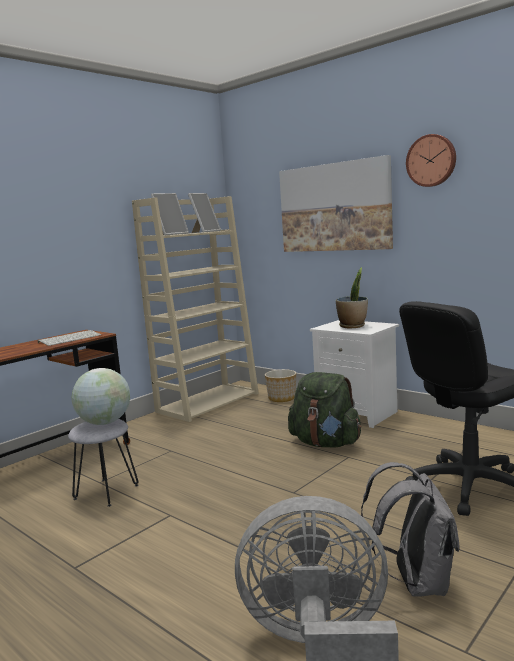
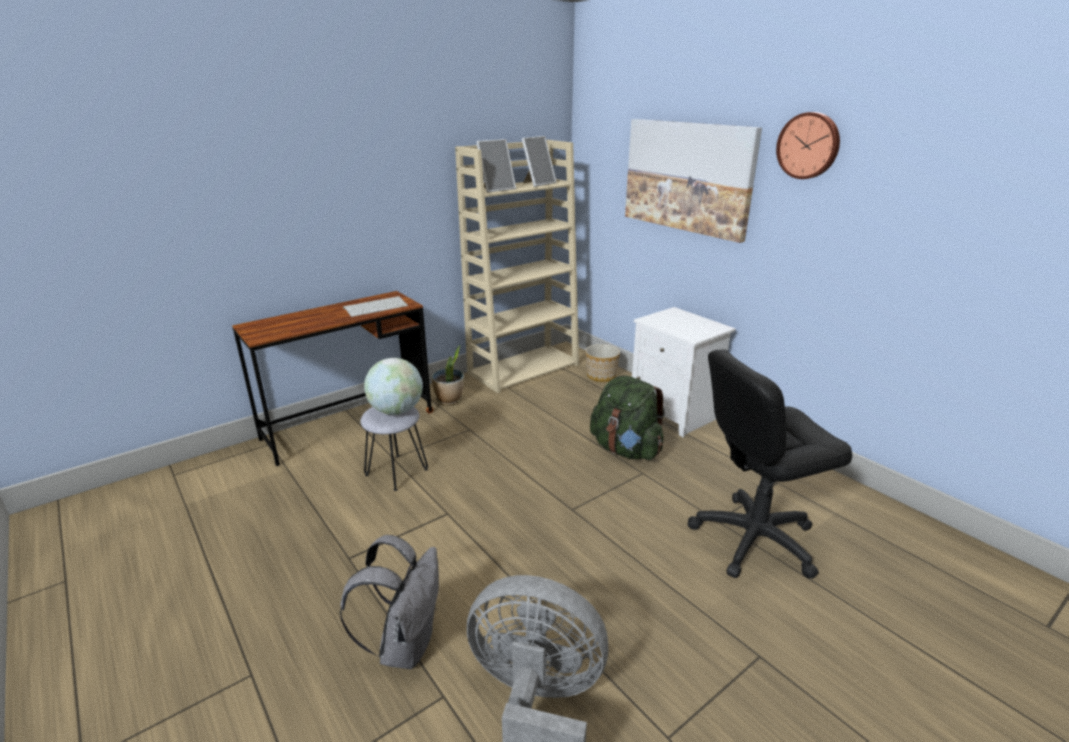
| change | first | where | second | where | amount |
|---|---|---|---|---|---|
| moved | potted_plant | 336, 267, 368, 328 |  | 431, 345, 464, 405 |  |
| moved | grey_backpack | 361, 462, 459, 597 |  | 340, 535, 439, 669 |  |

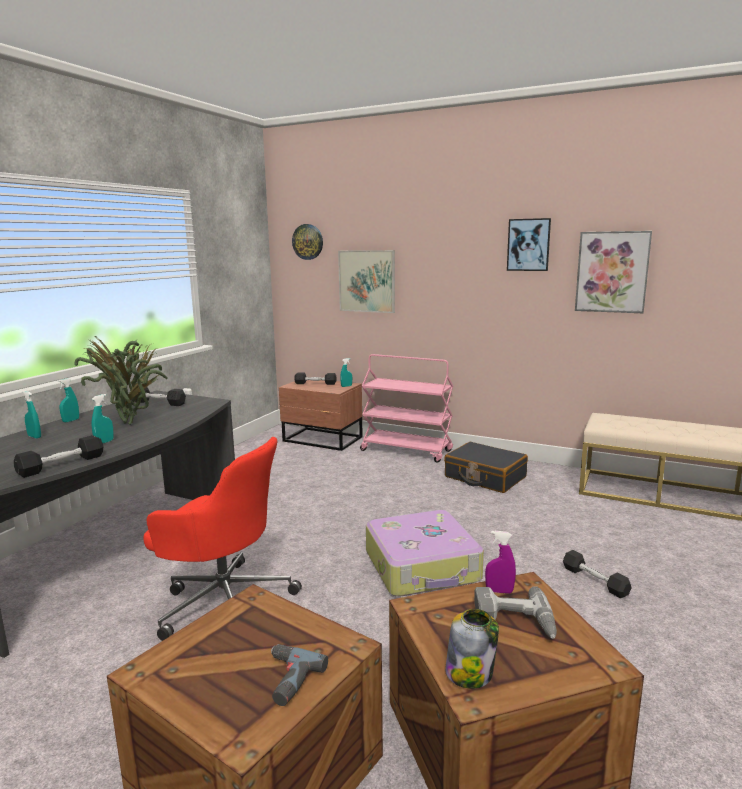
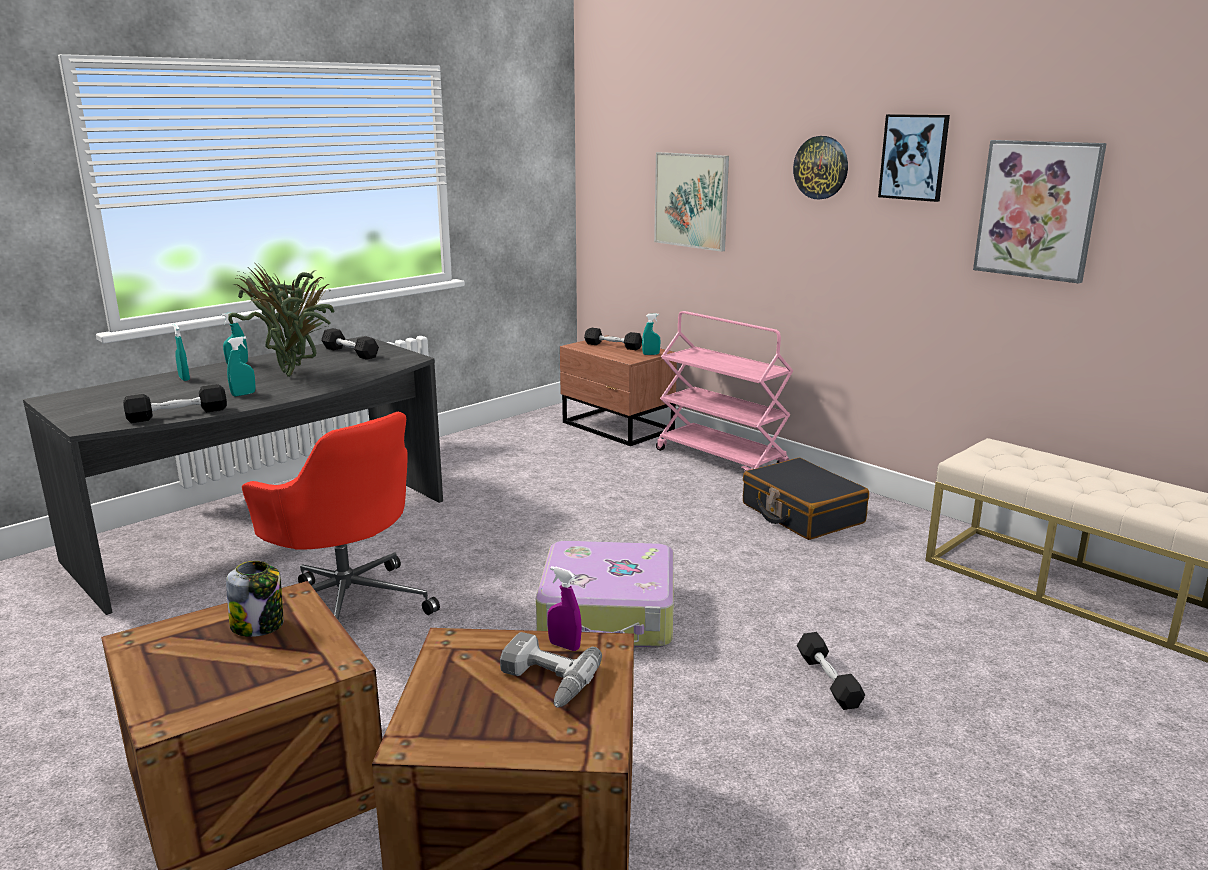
| change | first | where | second | where | amount |
|---|---|---|---|---|---|
| moved | wall_clock | 292, 224, 323, 260 |  | 793, 136, 848, 200 |  |
| moved | jar | 445, 609, 499, 689 |  | 226, 561, 283, 637 |  |
| removed | power_drill | 271, 644, 328, 706 |  |  |  |

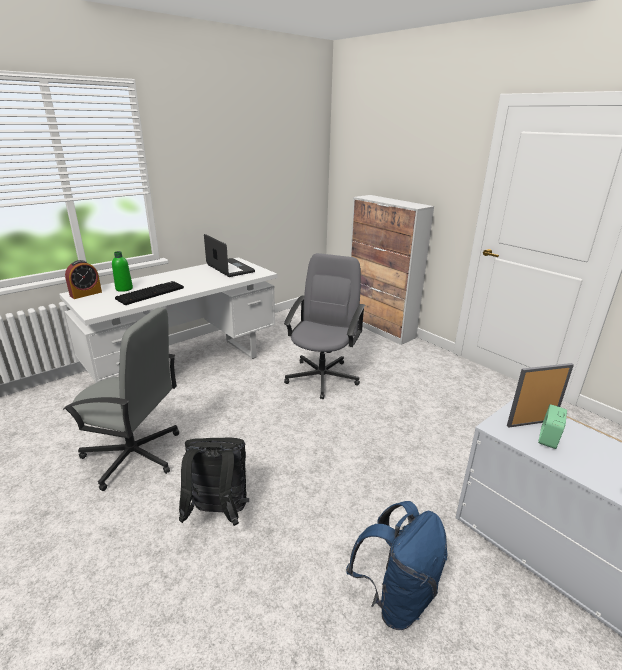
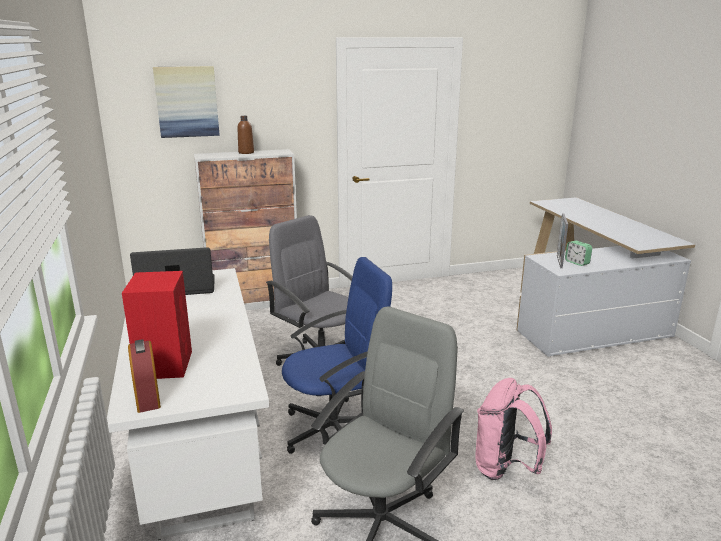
| change | first | where | second | where | amount |
|---|---|---|---|---|---|
| replaced | green_bottle | 112, 251, 133, 292 | red_speaker | 122, 271, 192, 379 |  |
| removed | keyboard | 115, 281, 184, 305 |  |  |  |
| recoloured | black_backpack | 179, 437, 249, 526 | pink_backpack | 475, 378, 552, 480 |  |
| removed | blue_backpack | 346, 501, 448, 630 |  |  |  |
| added |  |  | picture | 153, 66, 220, 138 |  |
| added |  |  | brown_bottle | 237, 116, 254, 154 |  |
| added |  |  | blue_office_chair | 282, 257, 392, 454 |  |

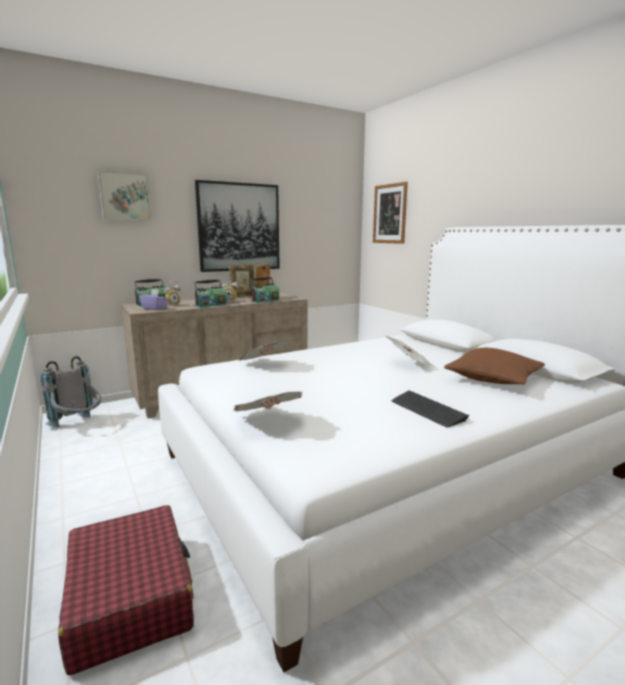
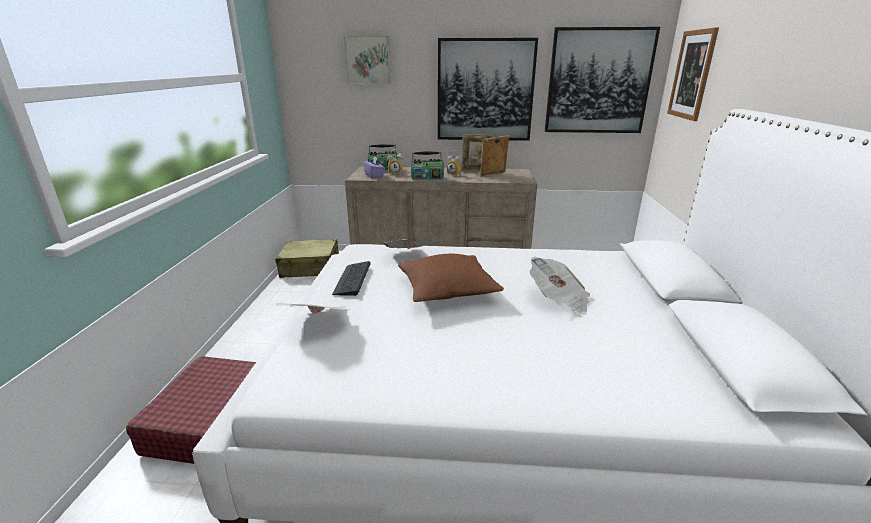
| change | first | where | second | where | amount |
|---|---|---|---|---|---|
| removed | radio | 251, 277, 279, 303 |  |  |  |
| moved | brown_pillow | 444, 348, 545, 384 |  | 398, 254, 504, 302 |  |
| replaced | grey_backpack | 41, 356, 101, 427 | beige_suitcase | 275, 239, 339, 278 |  |
| moved | keyboard | 392, 390, 469, 427 |  | 332, 261, 371, 296 |  |
| added |  |  | picture | 545, 27, 660, 133 |  |

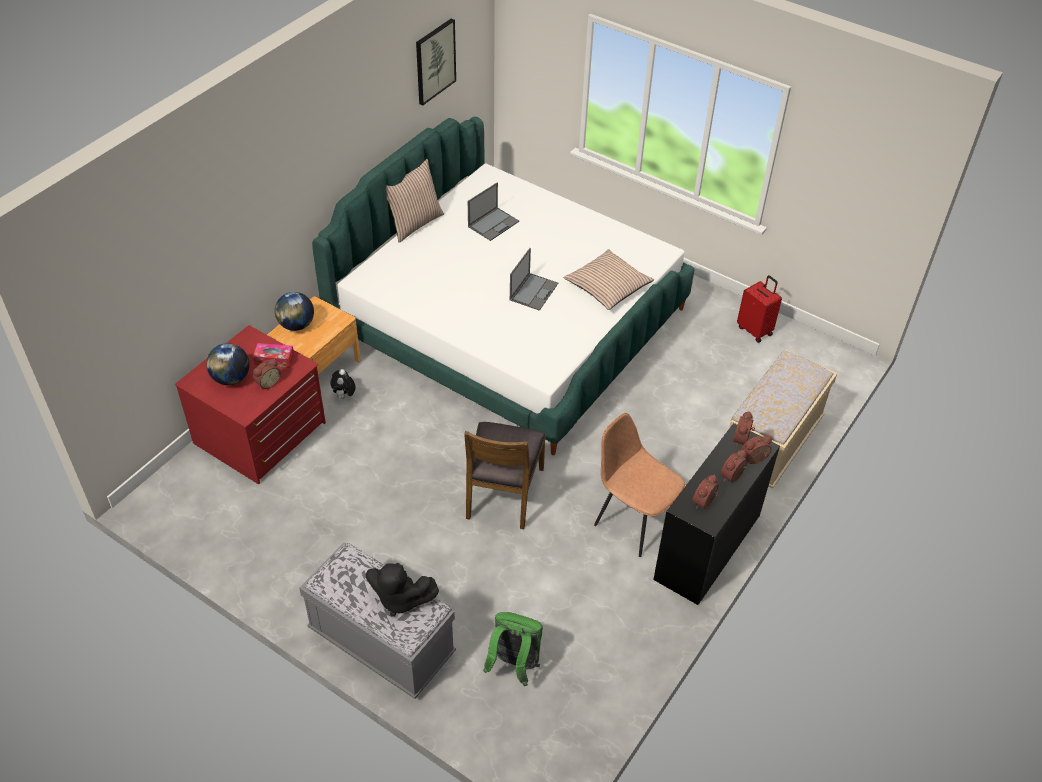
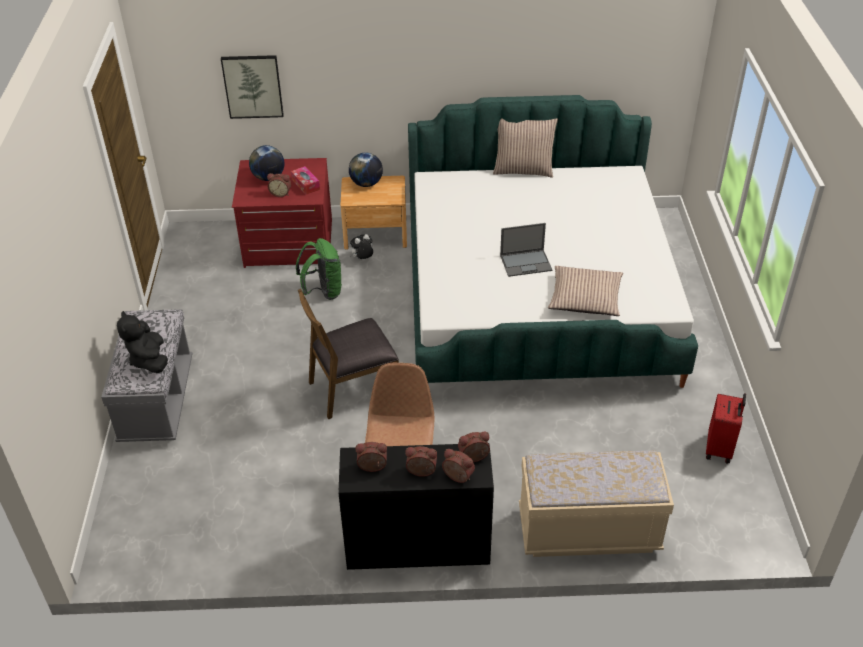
| change | first | where | second | where | amount |
|---|---|---|---|---|---|
| moved | picture | 416, 18, 456, 105 |  | 221, 55, 284, 119 |  |
| removed | laptop | 468, 182, 519, 241 |  |  |  |
| moved | green_backpack | 483, 612, 543, 686 |  | 296, 238, 342, 300 |  |

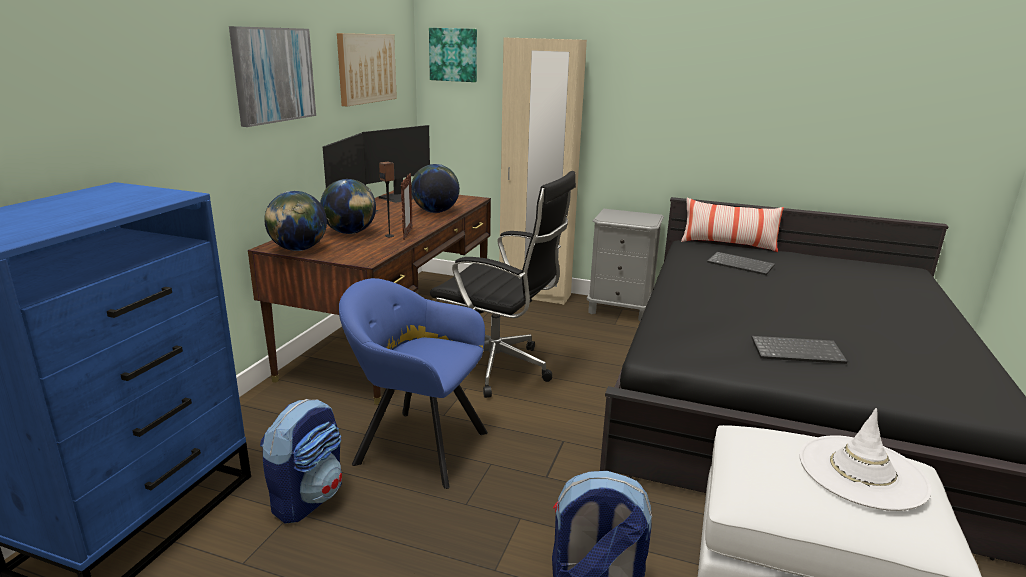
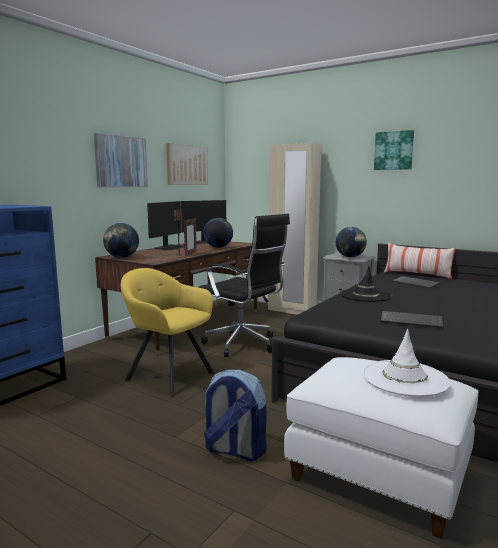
| change | first | where | second | where | amount |
|---|---|---|---|---|---|
| moved | picture | 429, 28, 477, 82 |  | 374, 130, 414, 170 |  |
| moved | globe | 320, 179, 376, 234 |  | 336, 227, 367, 258 |  |
| recoloured | blue_armchair | 339, 278, 488, 489 | yellow_armchair | 121, 268, 215, 397 |  |
| removed | backpack | 260, 399, 342, 523 |  |  |  |
| added |  |  | black_hat | 340, 266, 392, 302 |  |

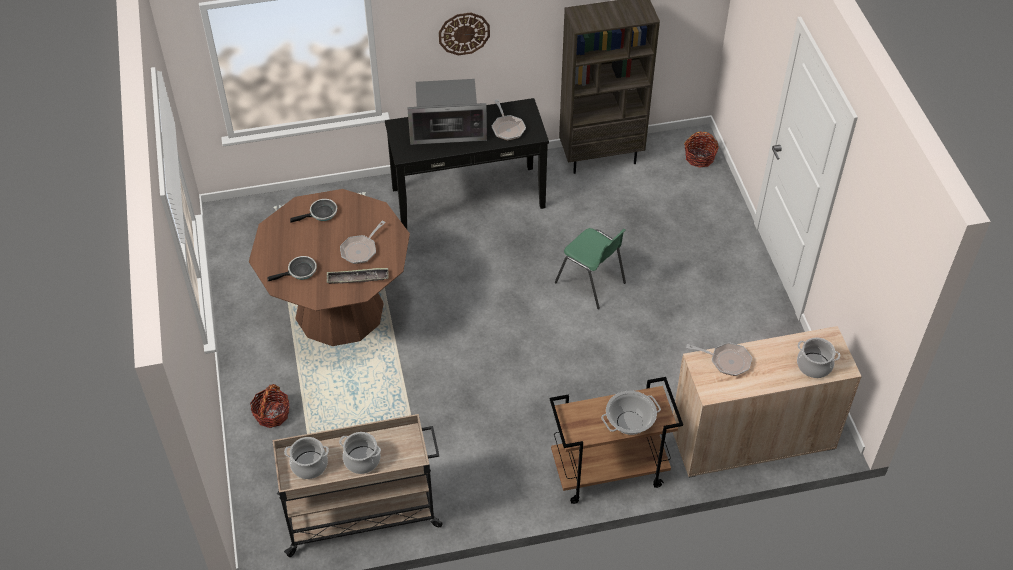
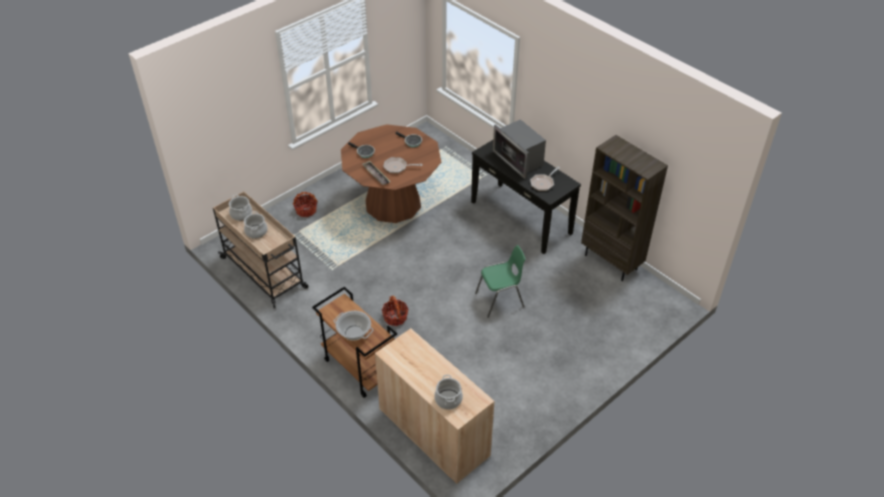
| change | first | where | second | where | amount |
|---|---|---|---|---|---|
| removed | wall_clock | 439, 12, 490, 56 |  |  |  |
| moved | basket | 684, 132, 719, 168 |  | 382, 296, 408, 326 |  |
| turned | green_chair | 555, 228, 626, 309 |  | 475, 245, 525, 318 | 120 degrees counterclockwise |
| removed | frying_pan | 686, 342, 752, 376 |  |  |  |

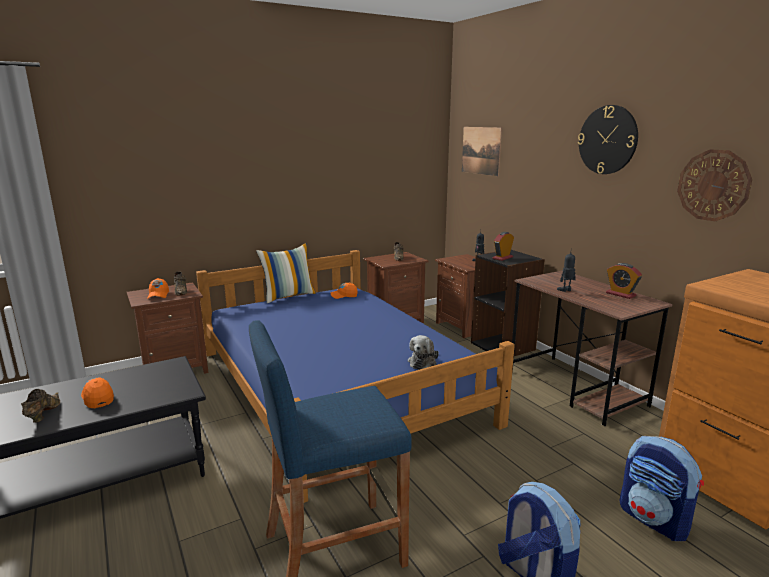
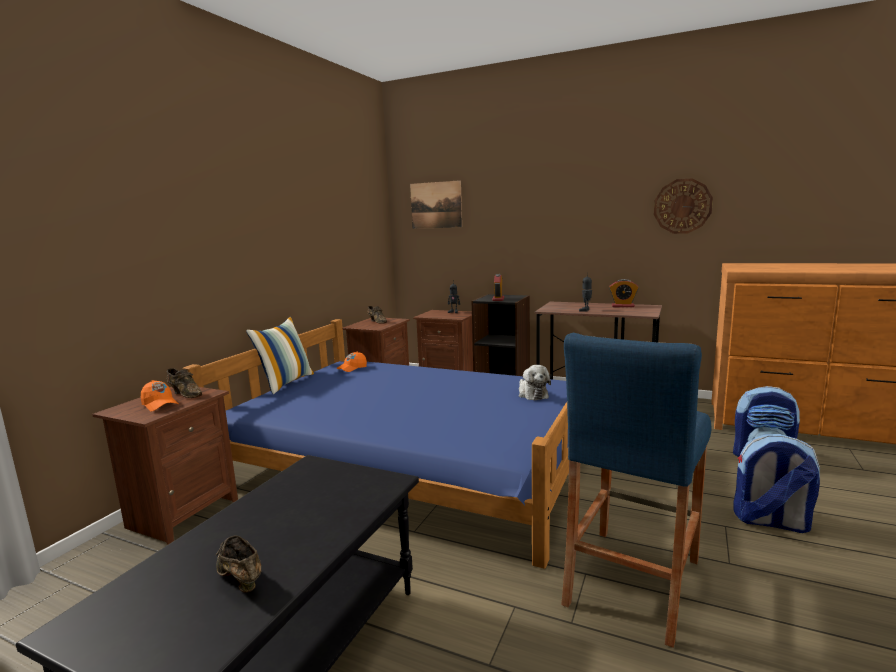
| change | first | where | second | where | amount |
|---|---|---|---|---|---|
| removed | wall_clock | 578, 105, 638, 174 |  |  |  |
| removed | orange_cap | 81, 377, 114, 408 |  |  |  |

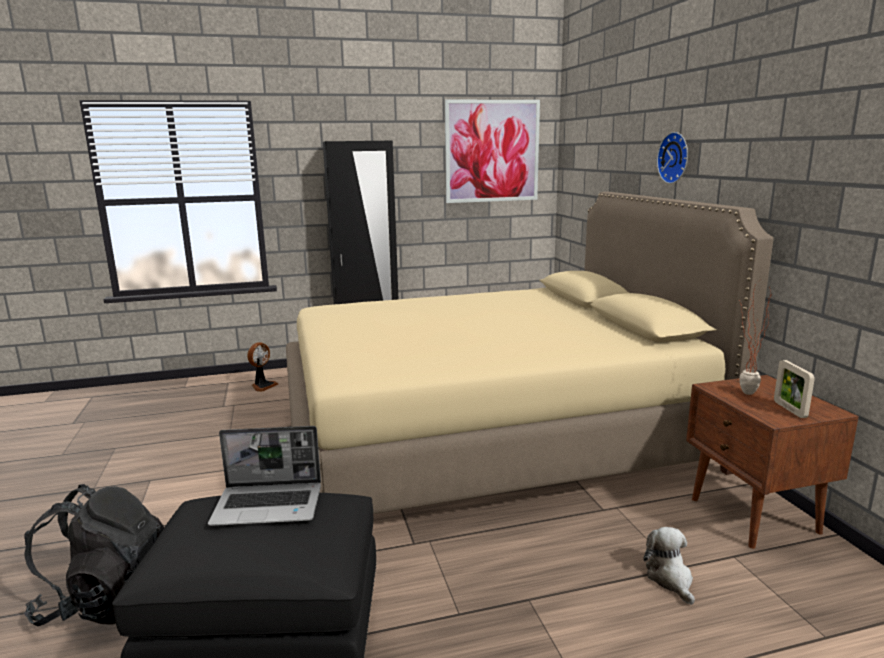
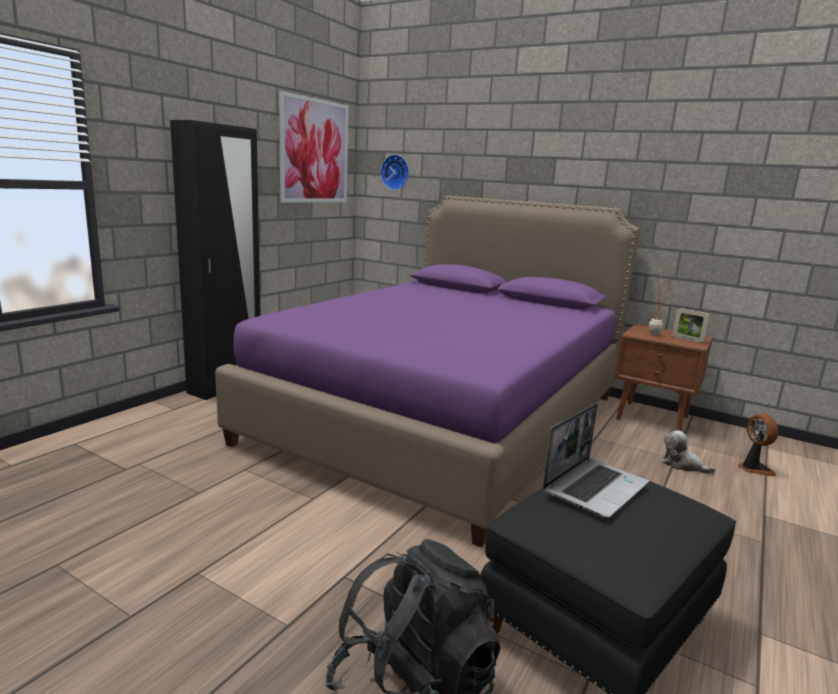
| change | first | where | second | where | amount |
|---|---|---|---|---|---|
| moved | wall_clock | 657, 132, 688, 184 |  | 380, 154, 409, 190 |  |
| recoloured | beige_bed | 286, 192, 773, 514 | purple_bed | 215, 196, 640, 547 |  |
| moved | fan | 247, 342, 278, 392 |  | 738, 413, 778, 476 |  |

